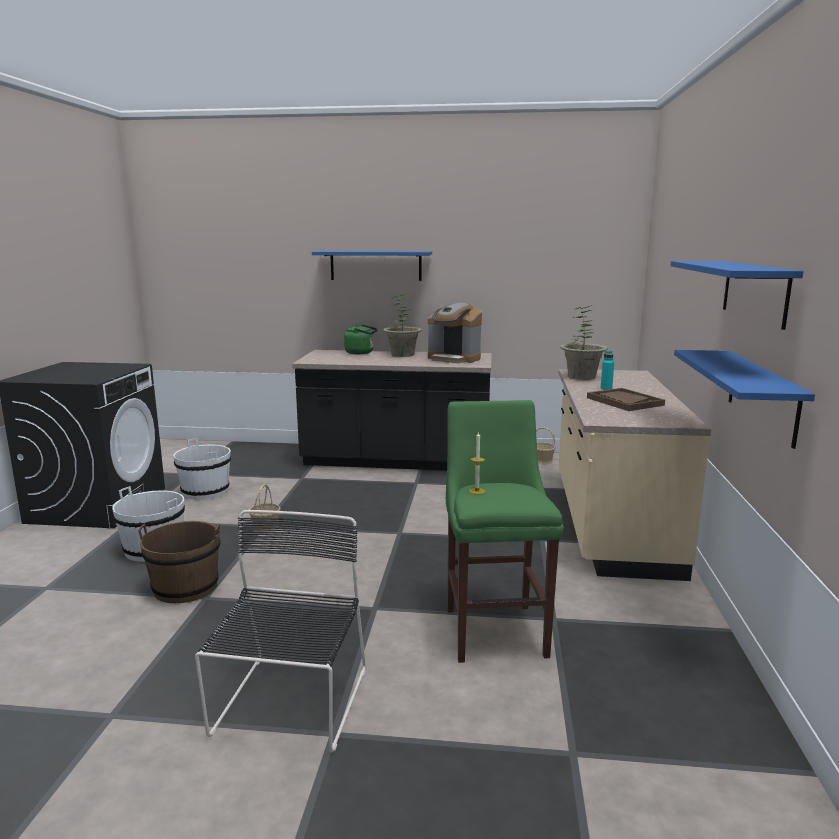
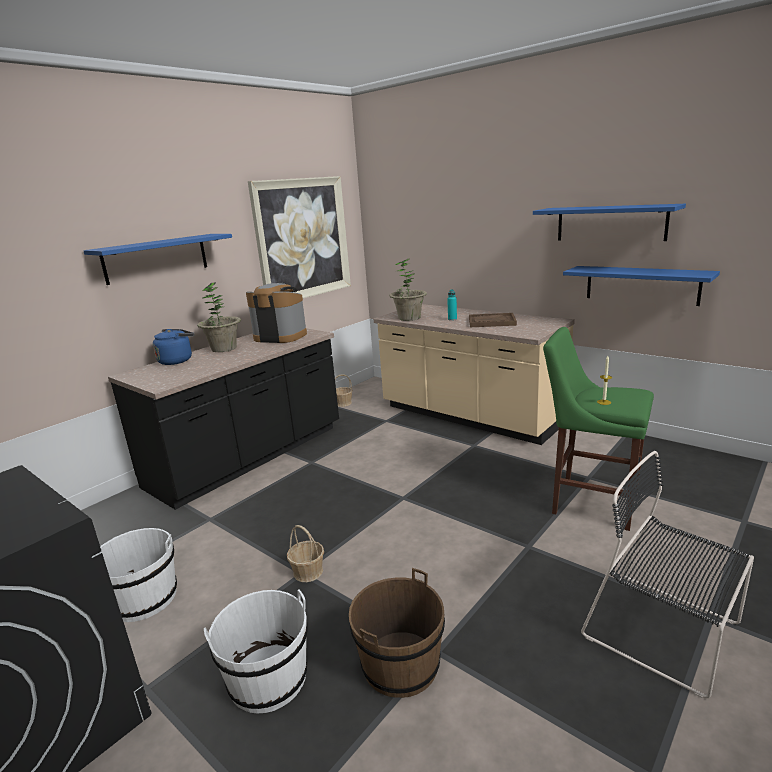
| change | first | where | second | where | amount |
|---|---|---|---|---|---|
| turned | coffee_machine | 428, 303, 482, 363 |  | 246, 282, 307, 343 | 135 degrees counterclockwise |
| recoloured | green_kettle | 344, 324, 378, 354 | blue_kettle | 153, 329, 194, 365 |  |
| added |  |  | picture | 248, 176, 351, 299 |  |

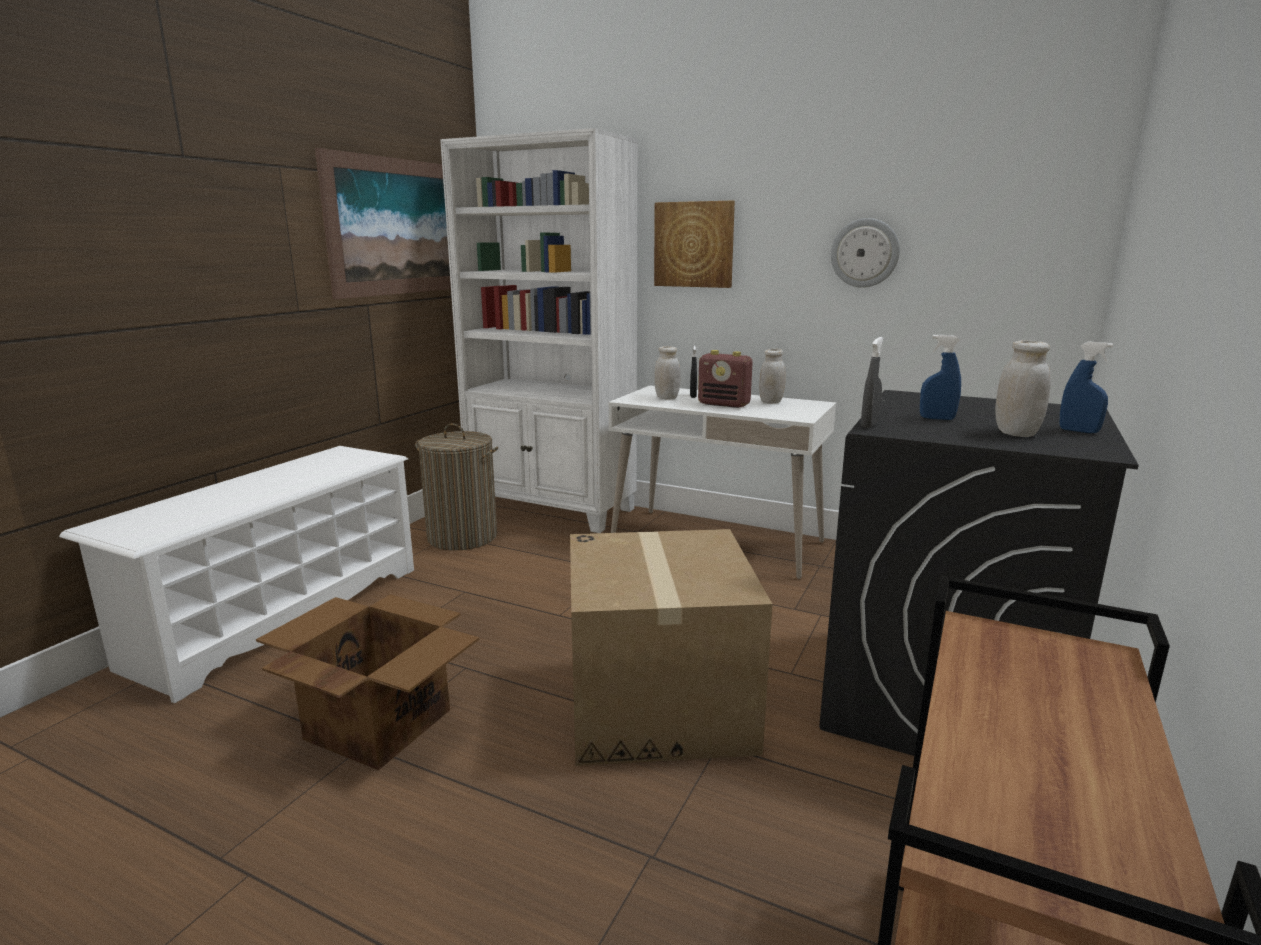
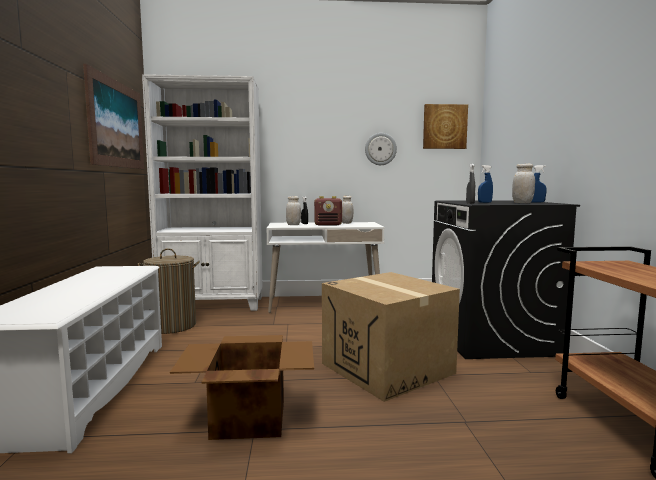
| change | first | where | second | where | amount |
|---|---|---|---|---|---|
| moved | picture | 654, 201, 735, 288 |  | 423, 104, 468, 149 |  |

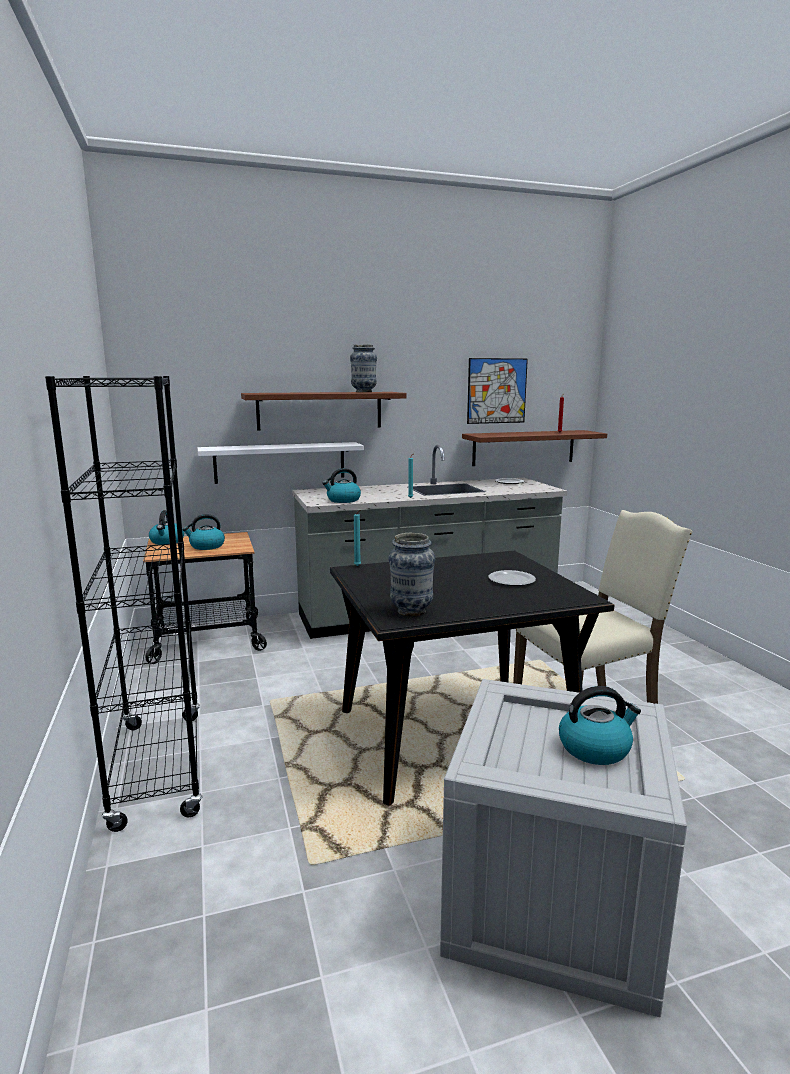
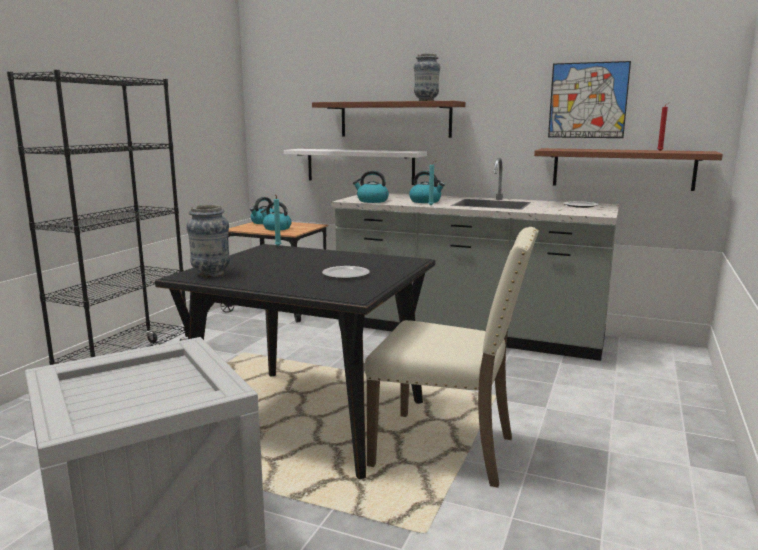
| change | first | where | second | where | amount |
|---|---|---|---|---|---|
| moved | kettle | 559, 686, 641, 765 |  | 409, 171, 445, 203 |  |

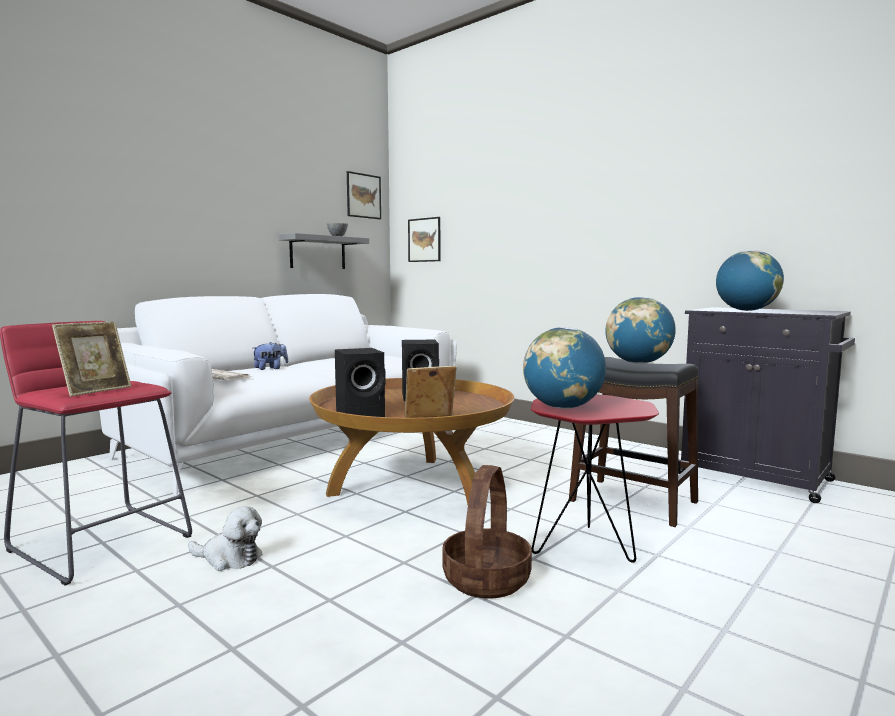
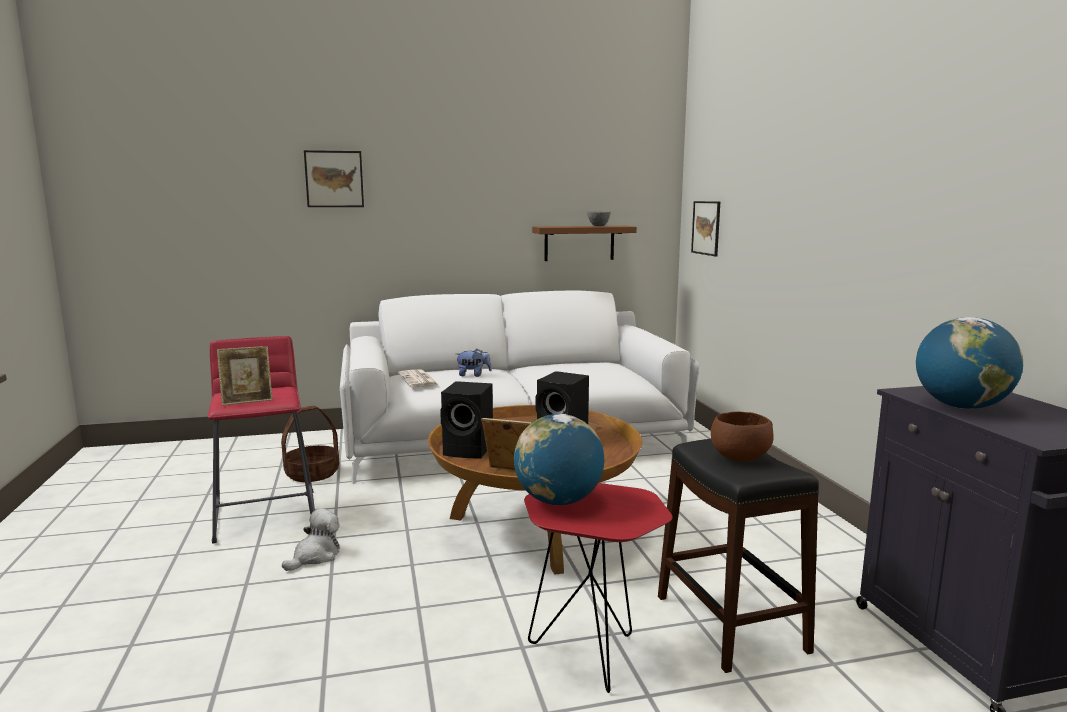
| change | first | where | second | where | amount |
|---|---|---|---|---|---|
| moved | picture | 347, 171, 381, 219 |  | 304, 150, 364, 207 |  |
| recoloured | grey_shelf | 279, 233, 369, 269 | brown_shelf | 532, 226, 637, 261 |  |
| replaced | globe | 606, 297, 676, 364 | brown_bowl | 711, 412, 774, 462 |  |
| moved | basket | 442, 465, 532, 599 |  | 281, 406, 339, 482 |  |
| turned | plush_toy | 188, 506, 262, 571 |  | 282, 509, 340, 571 | 105 degrees counterclockwise |

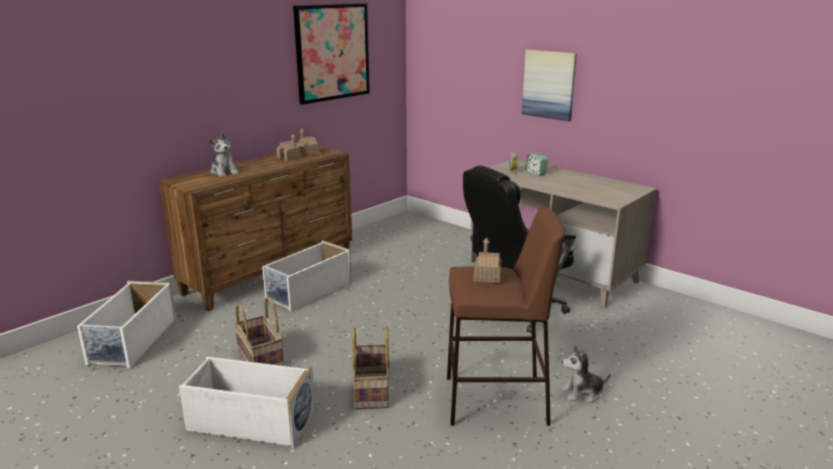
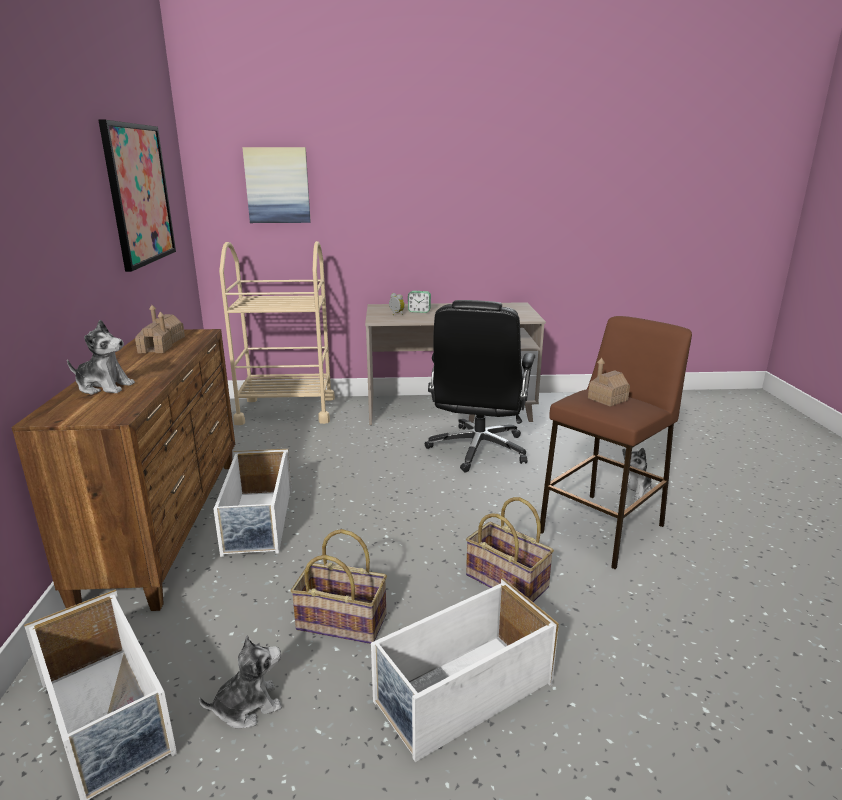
| change | first | where | second | where | amount |
|---|---|---|---|---|---|
| moved | picture | 522, 50, 577, 121 |  | 242, 147, 311, 223 |  |
| added |  |  | beige_cart | 219, 241, 335, 425 |  |
| added |  |  | plush_toy | 199, 635, 282, 729 |  |

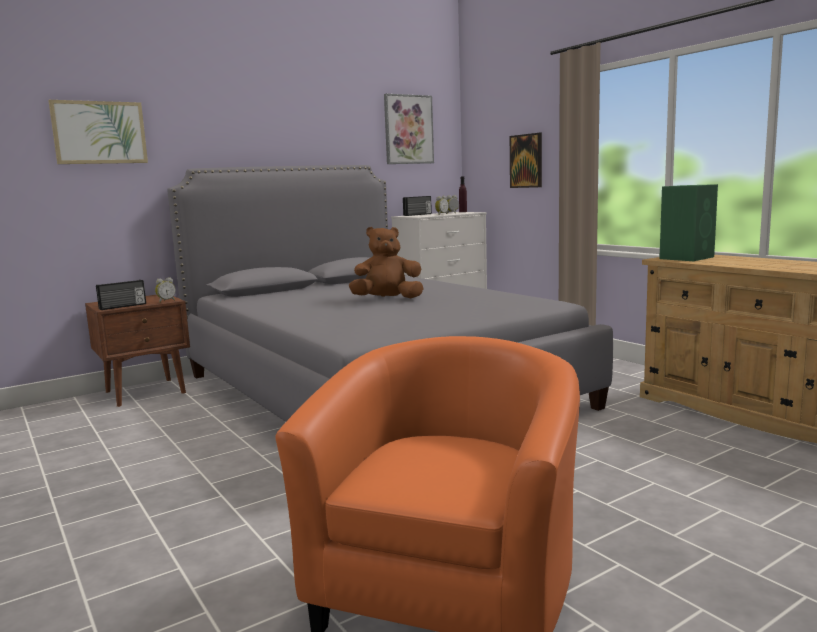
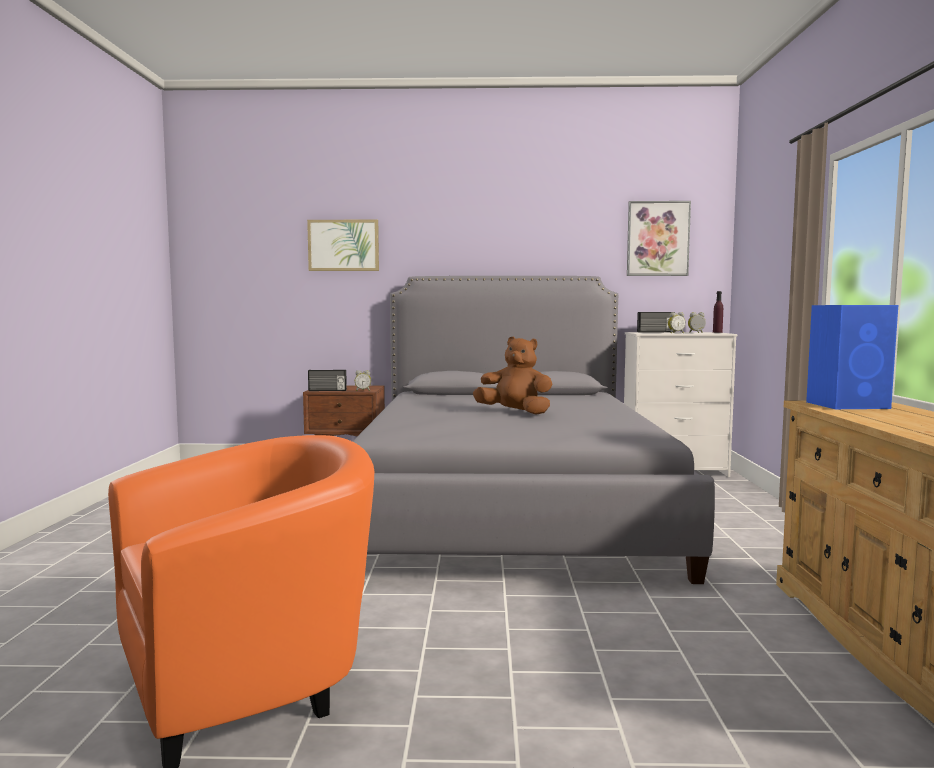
| change | first | where | second | where | amount |
|---|---|---|---|---|---|
| removed | picture | 510, 133, 542, 188 |  |  |  |
| recoloured | green_speaker | 659, 184, 718, 261 | blue_speaker | 806, 305, 898, 409 |  |

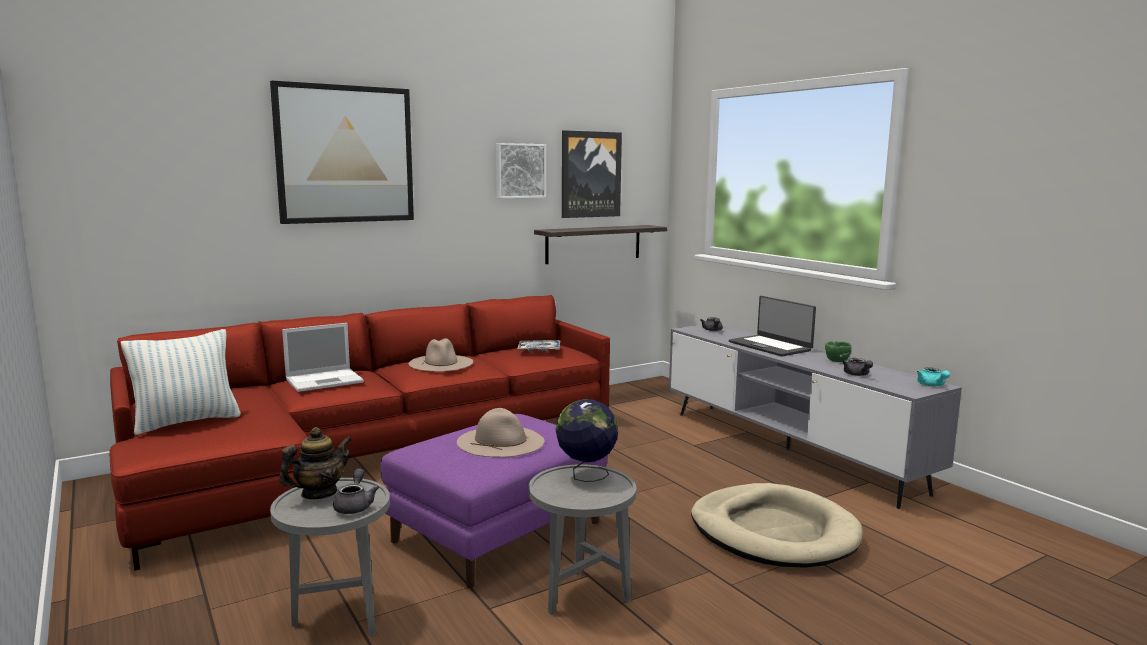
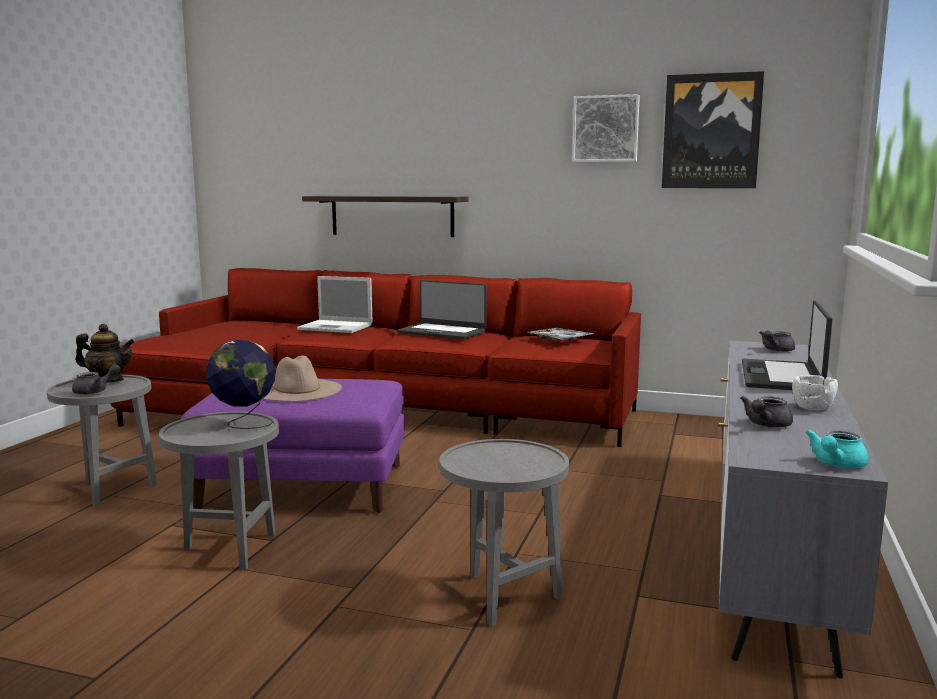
| change | first | where | second | where | amount |
|---|---|---|---|---|---|
| removed | picture | 270, 81, 414, 224 |  |  |  |
| moved | shelf | 534, 225, 667, 264 |  | 302, 196, 468, 237 |  |
| removed | pillow | 121, 329, 241, 435 |  |  |  |
| replaced | beige_hat | 408, 338, 473, 372 | laptop | 397, 280, 487, 339 |  |
| recoloured | green_bowl | 825, 341, 851, 362 | white_bowl | 792, 375, 838, 410 |  |
| replaced | beige_dog_bed | 691, 483, 863, 568 | grey_side_table | 439, 439, 569, 627 |  |

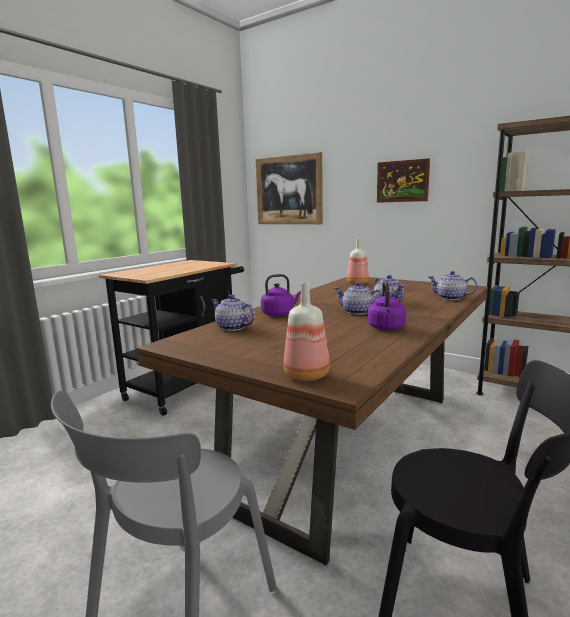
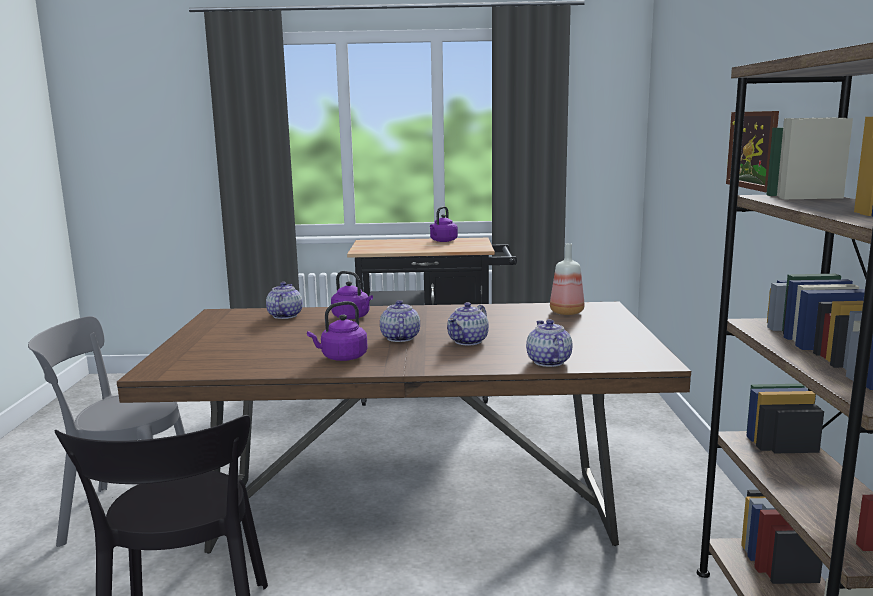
| change | first | where | second | where | amount |
|---|---|---|---|---|---|
| removed | picture | 256, 152, 323, 224 |  |  |  |
| removed | bottle | 283, 282, 330, 381 |  |  |  |
| added |  |  | purple_kettle | 430, 206, 458, 242 |  |

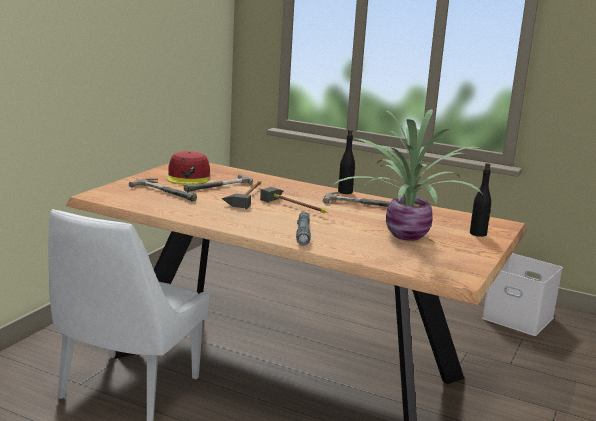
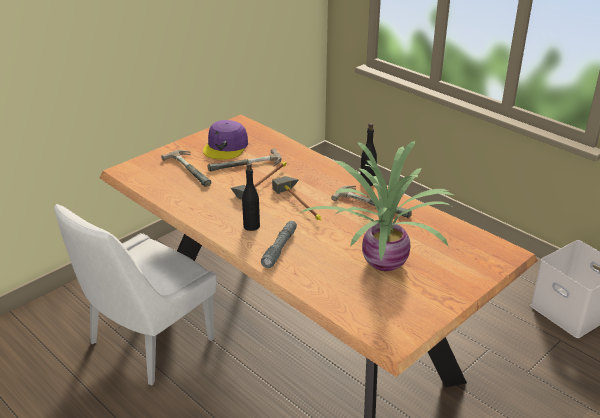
| change | first | where | second | where | amount |
|---|---|---|---|---|---|
| recoloured | red_cap | 167, 151, 210, 184 | purple_cap | 203, 120, 248, 160 |  |
| moved | black_bottle | 470, 163, 491, 237 |  | 242, 163, 260, 231 |  |

